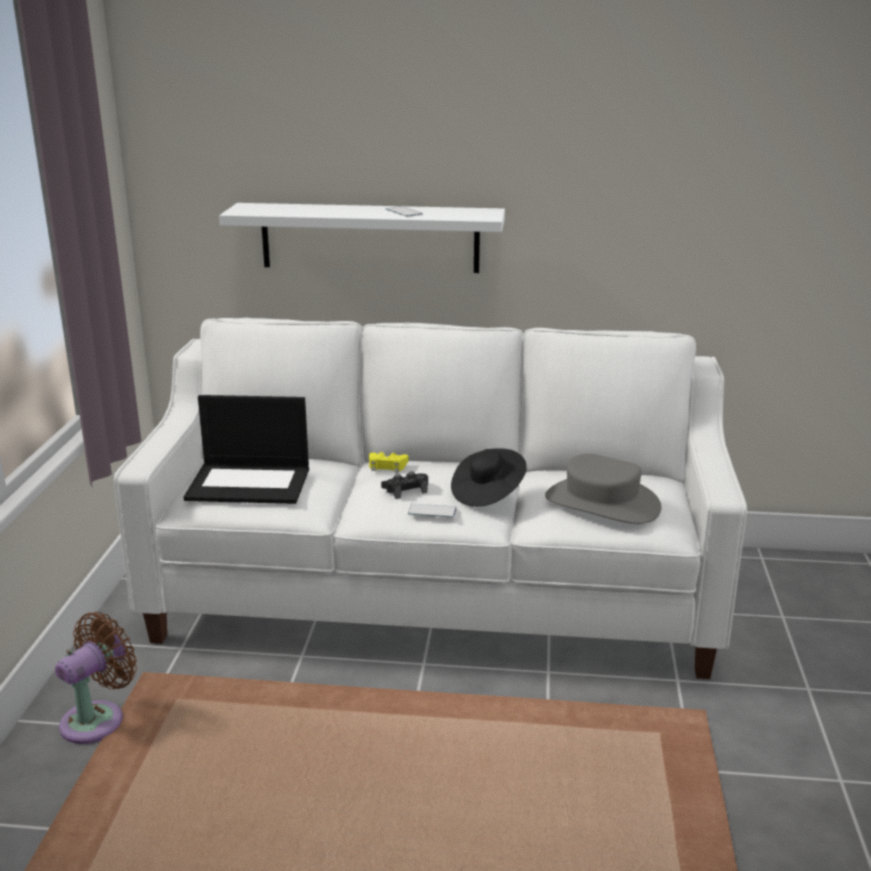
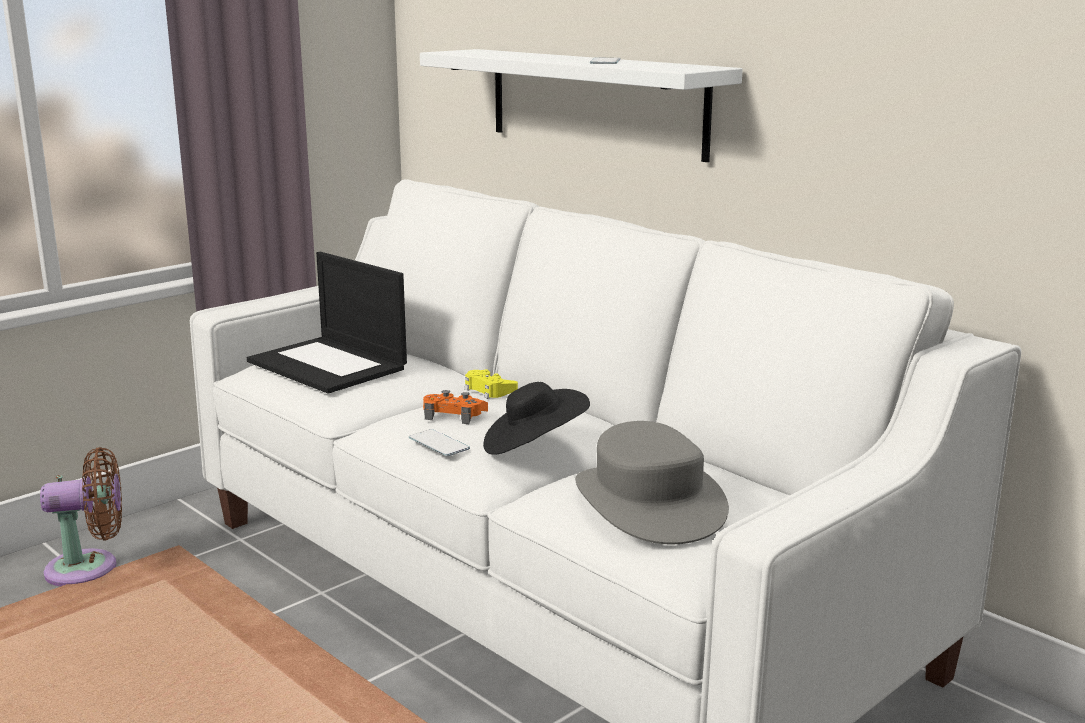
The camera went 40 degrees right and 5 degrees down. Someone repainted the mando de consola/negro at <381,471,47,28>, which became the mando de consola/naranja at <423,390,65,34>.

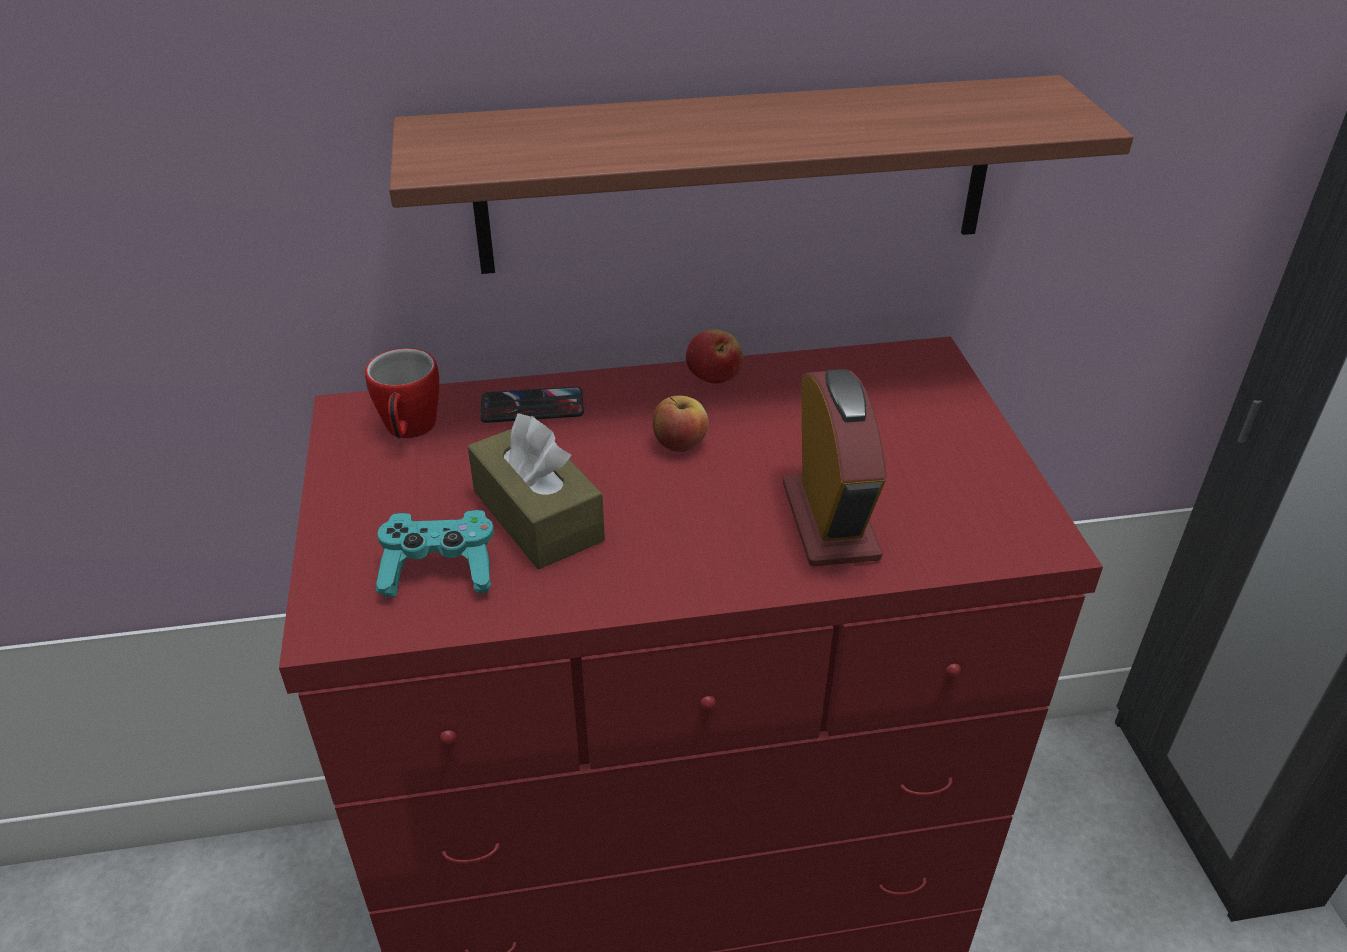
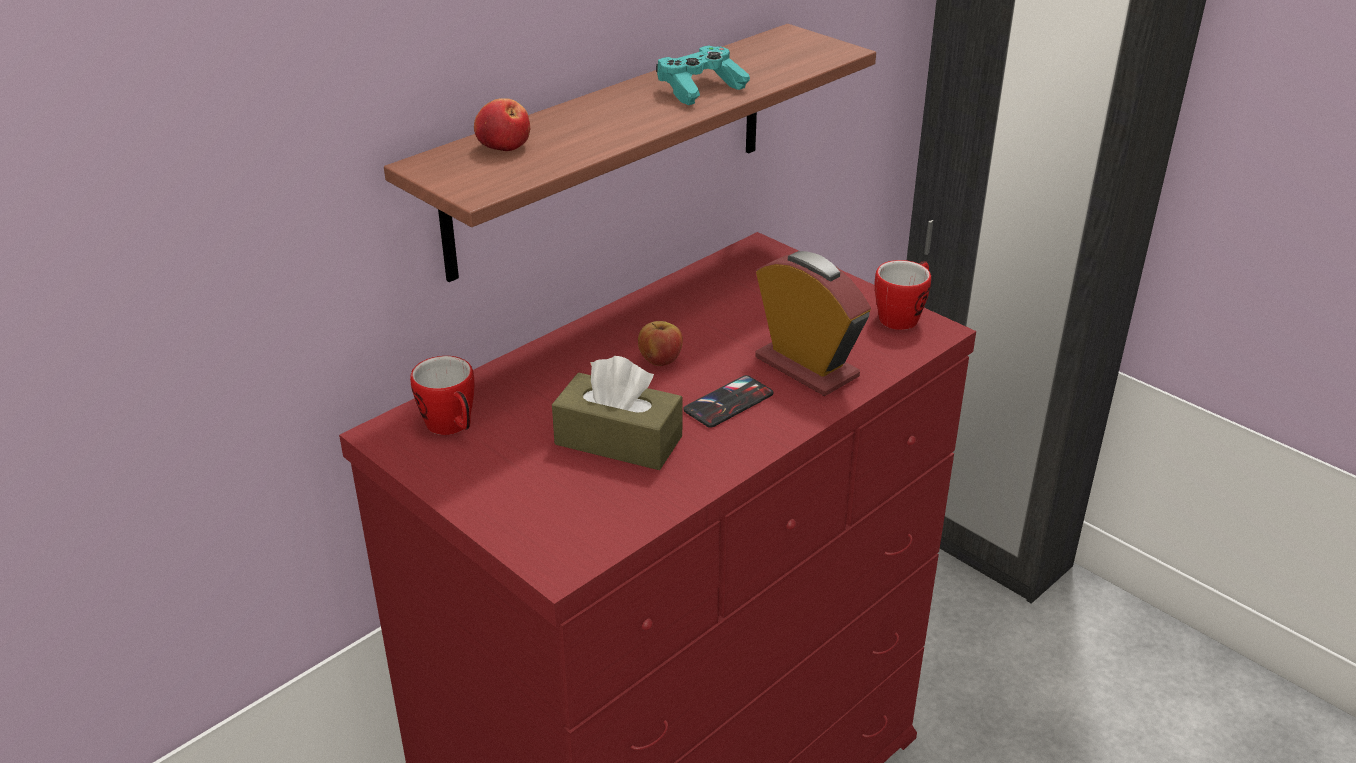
The camera went 35 degrees left and 5 degrees down. Someone carried the manzana from <686,329,57,55> to <474,98,56,53>. Someone carried the móvil from <481,387,103,36> to <683,375,91,53>. Someone carried the mando de consola/turquesa from <375,510,119,87> to <656,46,94,59>. Someone put down the taza grande at <874,260,57,70>.

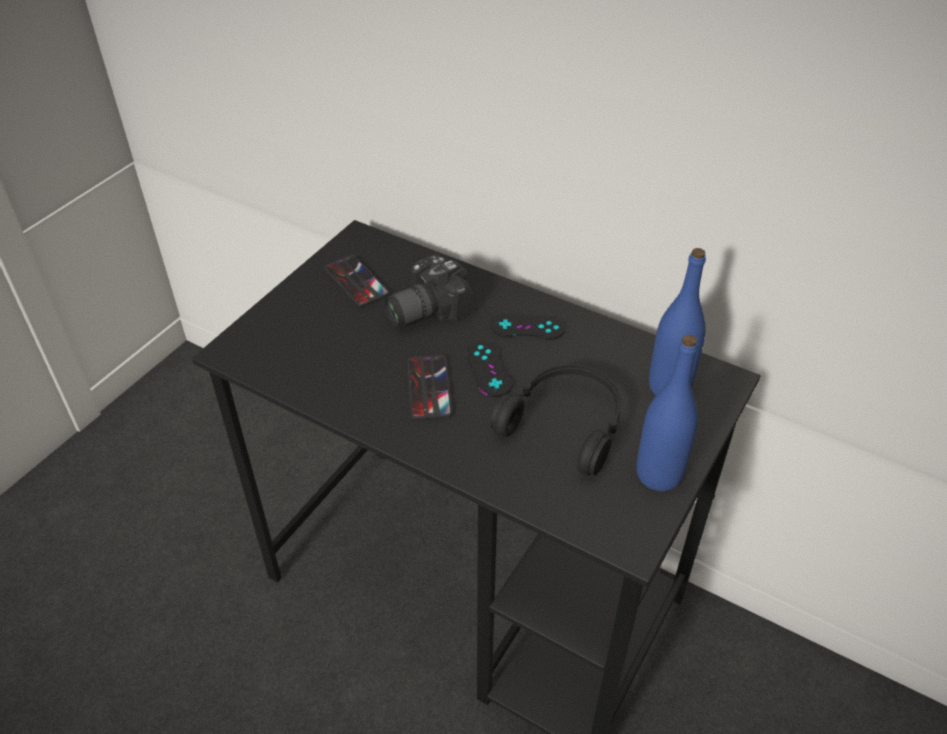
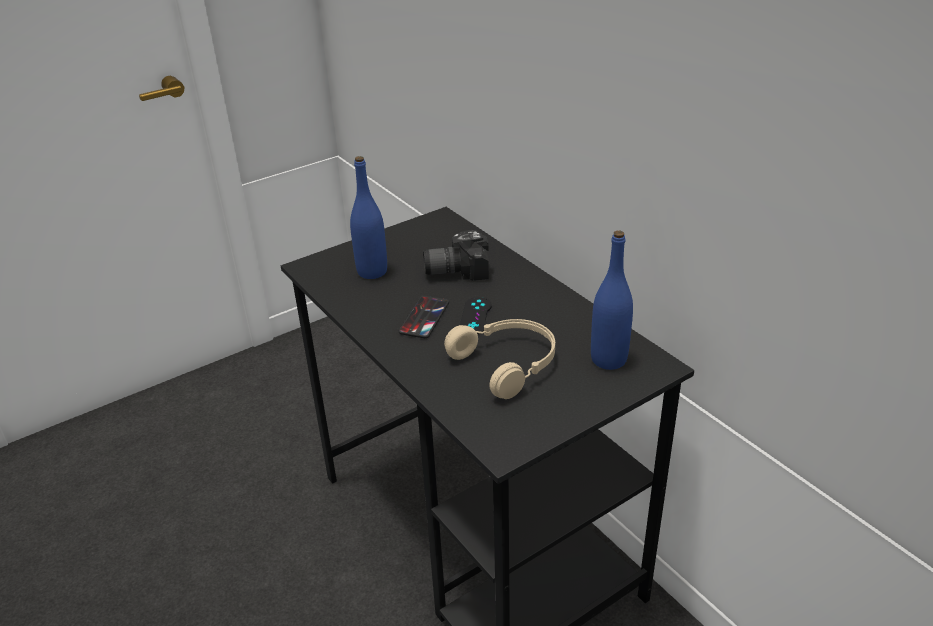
The camera went 25 degrees right and 10 degrees down. Someone took away the móvil at <324,255,65,52>. Someone took away the mando de consola/negro at <490,314,75,26>. Someone carried the botella/azul from <637,335,61,156> to <350,156,37,123>. Someone repainted the auriculares/negro at <490,364,132,112>, which became the auriculares/beis at <444,319,111,80>.

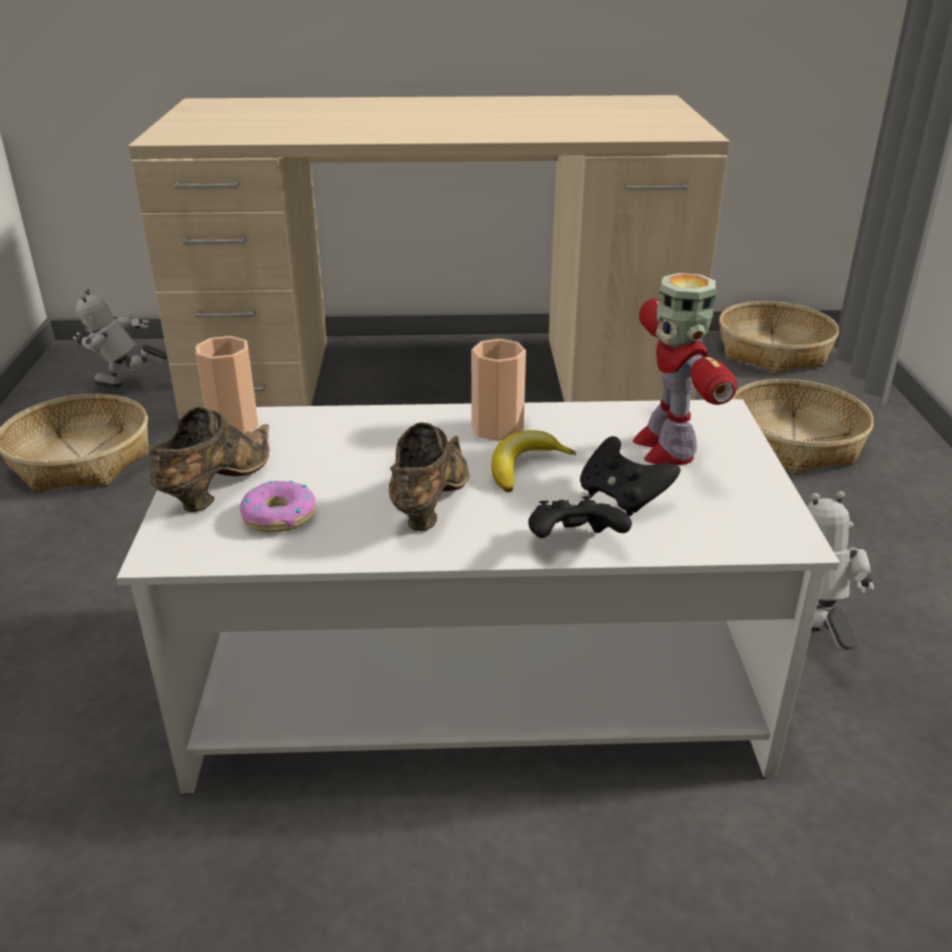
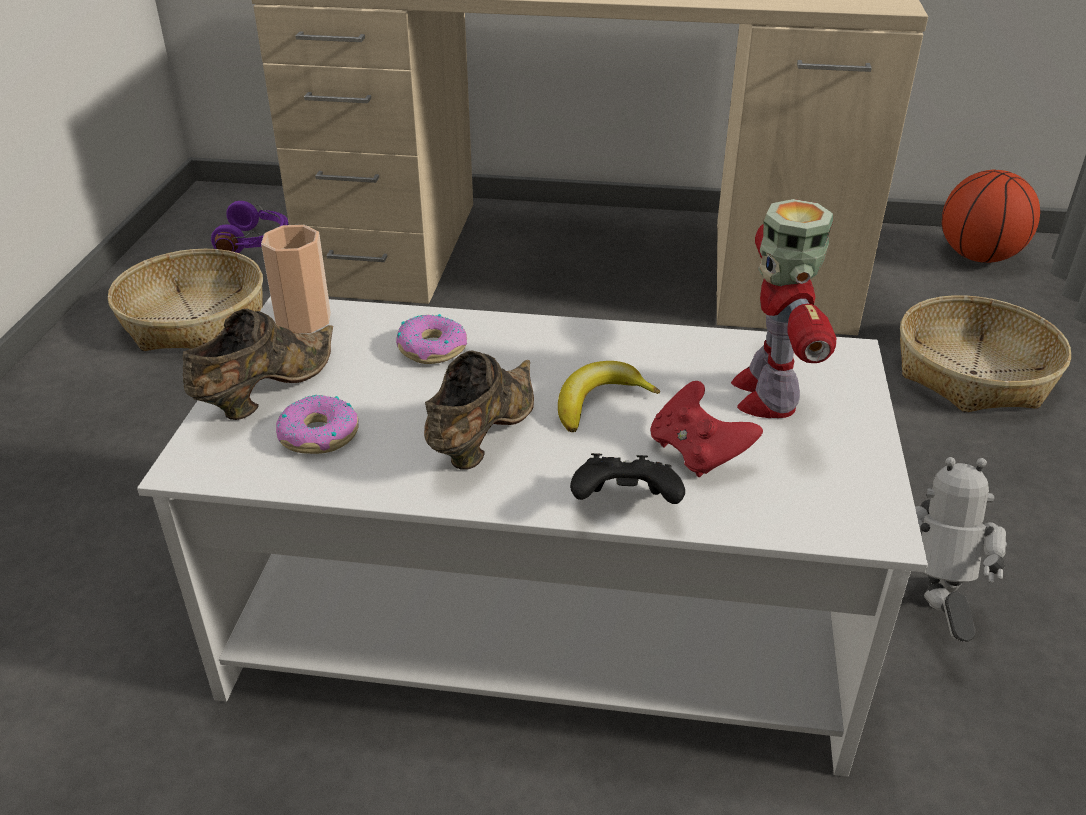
The camera went 10 degrees right and 5 degrees up. Someone swapped the robot de juguete at <73,288,95,100> for the auriculares/morado at <211,201,77,52>. Someone swapped the cesta at <719,301,120,73> for the balón de baloncesto at <942,170,98,93>. Someone took away the taza at <471,339,55,102>. Someone repainted the mando de consola/negro at <580,436,101,81>, which became the mando de consola/rojo at <650,381,113,97>. Someone put down the rosquilla at <396,314,71,50>.

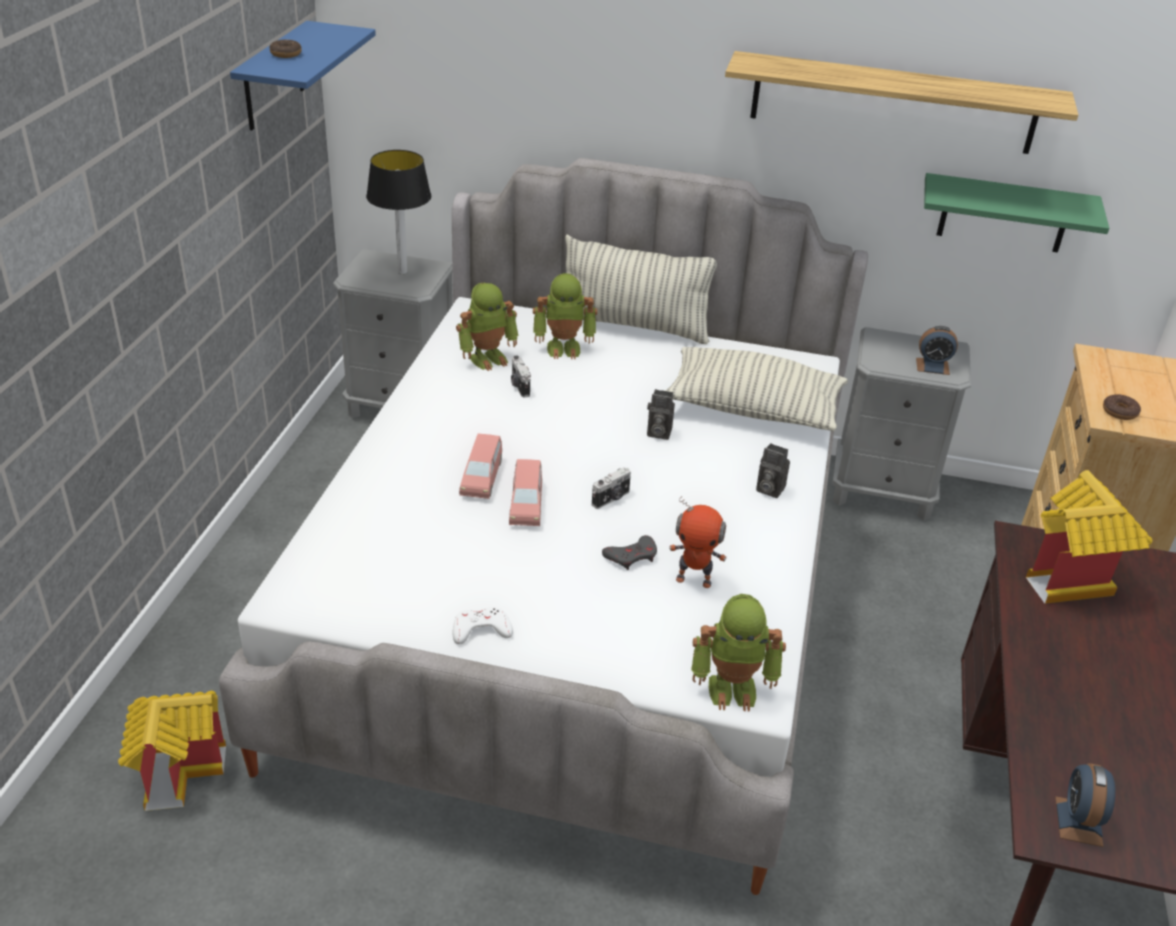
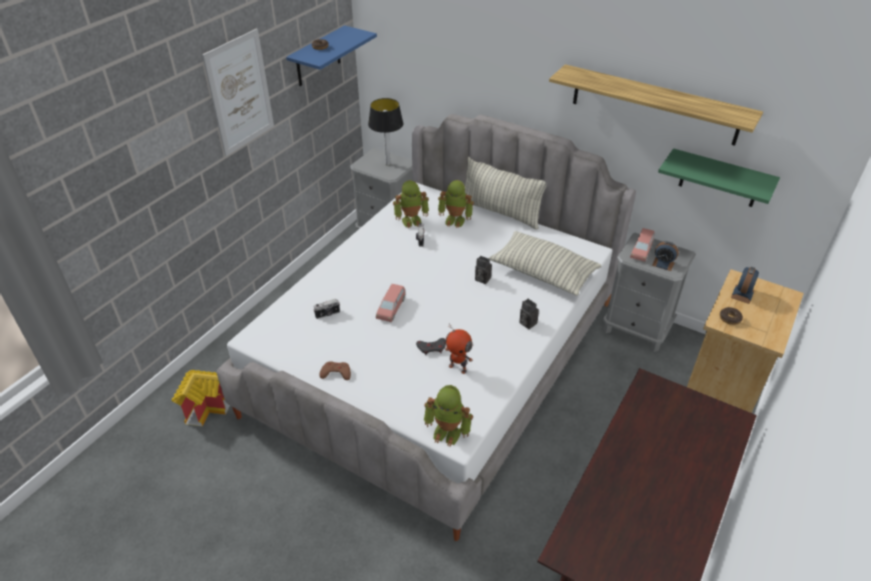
The camera went 20 degrees right and 5 degrees up. Someone carried the coche de juguete/rosa from <459,434,43,65> to <630,228,24,34>. Someone carried the cámara from <592,467,39,42> to <314,299,26,20>. Someone took away the casita at <1026,470,126,134>. Someone repainted the mando de consola/blanco at <453,607,60,37>, which became the mando de consola/marrón at <319,361,32,19>. Someone carried the despertador from <1055,763,61,84> to <731,267,28,37>. Someone put up the cuadro at <202,28,72,128>.

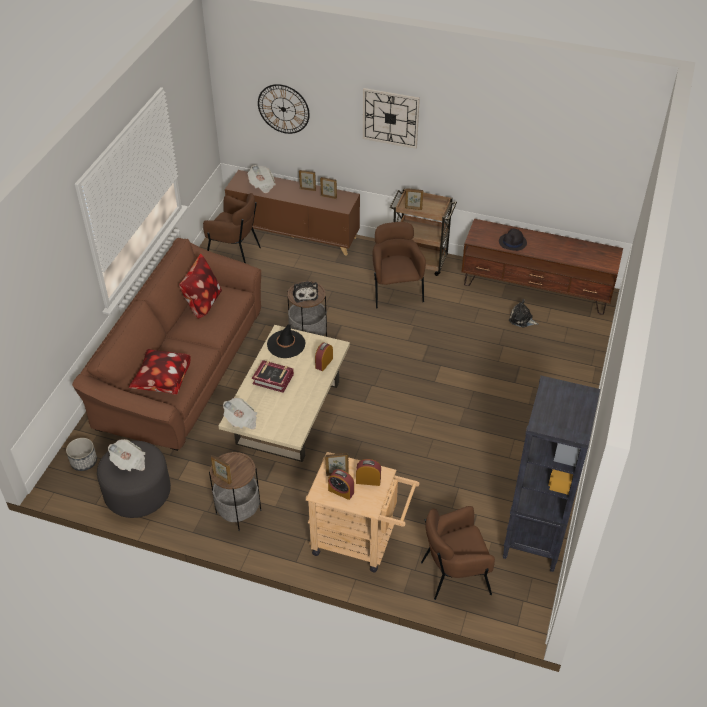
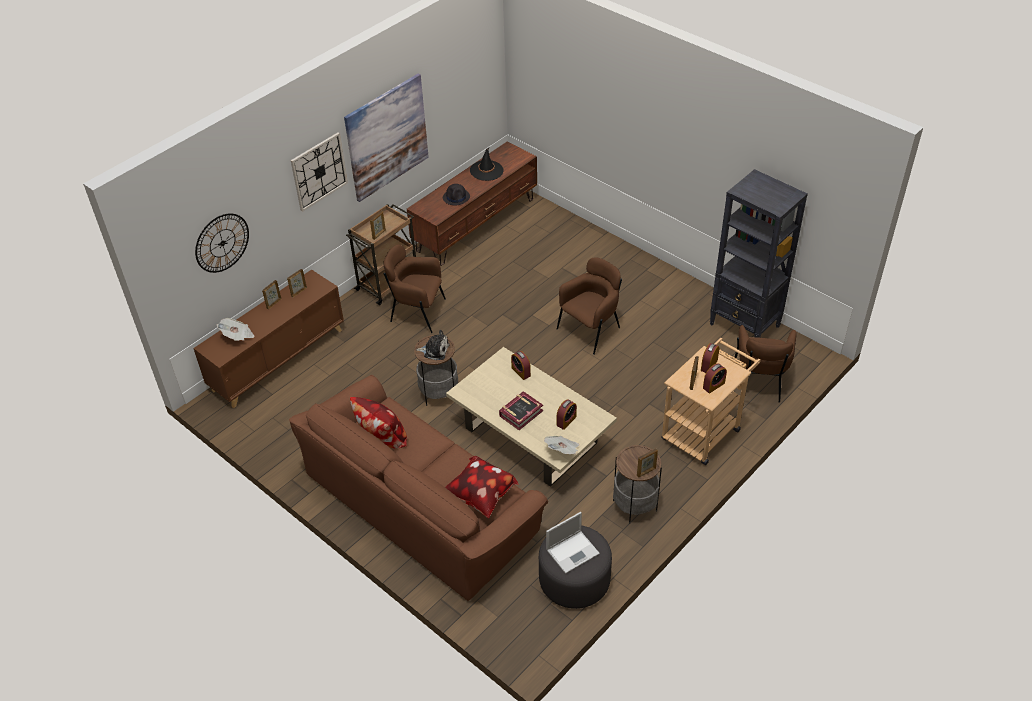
The camera went 65 degrees left and 0 degrees up. Someone carried the sillón/marrón from <203,193,58,70> to <557,258,65,97>. Someone took away the peluche at <509,299,30,28>. Someone carried the sombrero/negro from <267,324,38,34> to <470,148,33,33>. Someone took away the maceta at <66,438,31,33>. Someone swapped the periódico at <108,439,37,32> for the portátil at <546,512,54,62>. Someone put up the cuadro at <344,74,85,128>. Someone put down the despertador at <557,399,20,31>.

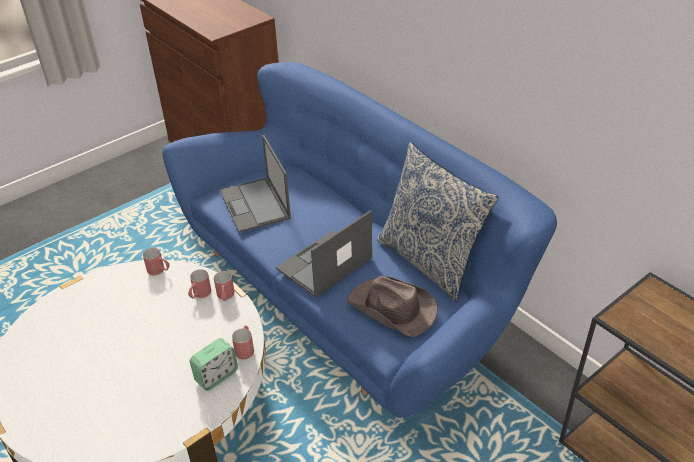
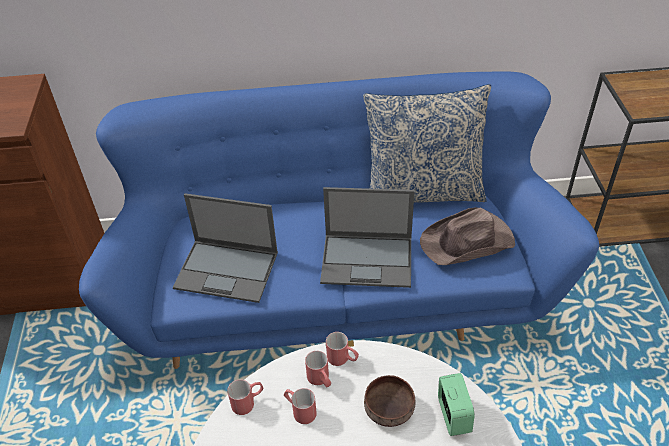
The camera went 55 degrees left and 5 degrees up. Someone rotated the portátil at <276,210,96,87> by 75 degrees counterclockwise. Someone carried the taza grande/rojo from <232,325,22,35> to <284,388,33,36>. Someone put down the cuenco/marrón at <364,375,51,52>.

